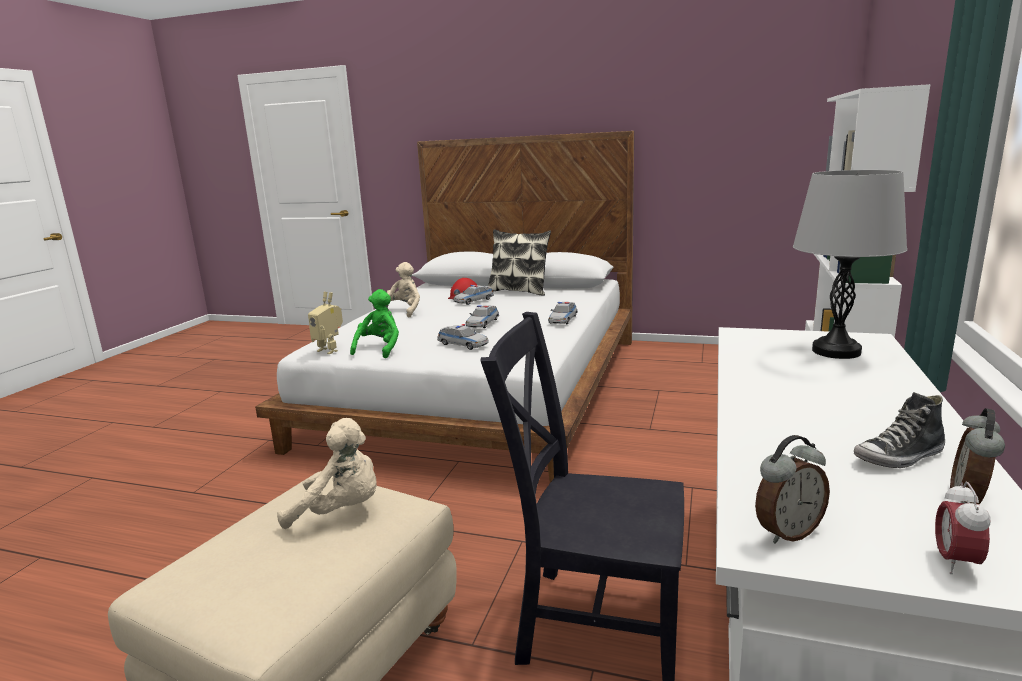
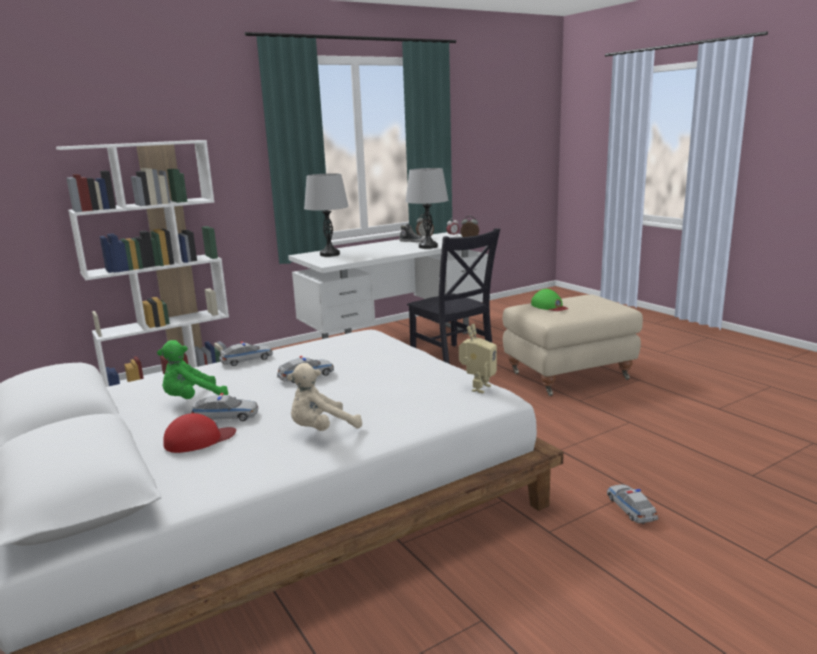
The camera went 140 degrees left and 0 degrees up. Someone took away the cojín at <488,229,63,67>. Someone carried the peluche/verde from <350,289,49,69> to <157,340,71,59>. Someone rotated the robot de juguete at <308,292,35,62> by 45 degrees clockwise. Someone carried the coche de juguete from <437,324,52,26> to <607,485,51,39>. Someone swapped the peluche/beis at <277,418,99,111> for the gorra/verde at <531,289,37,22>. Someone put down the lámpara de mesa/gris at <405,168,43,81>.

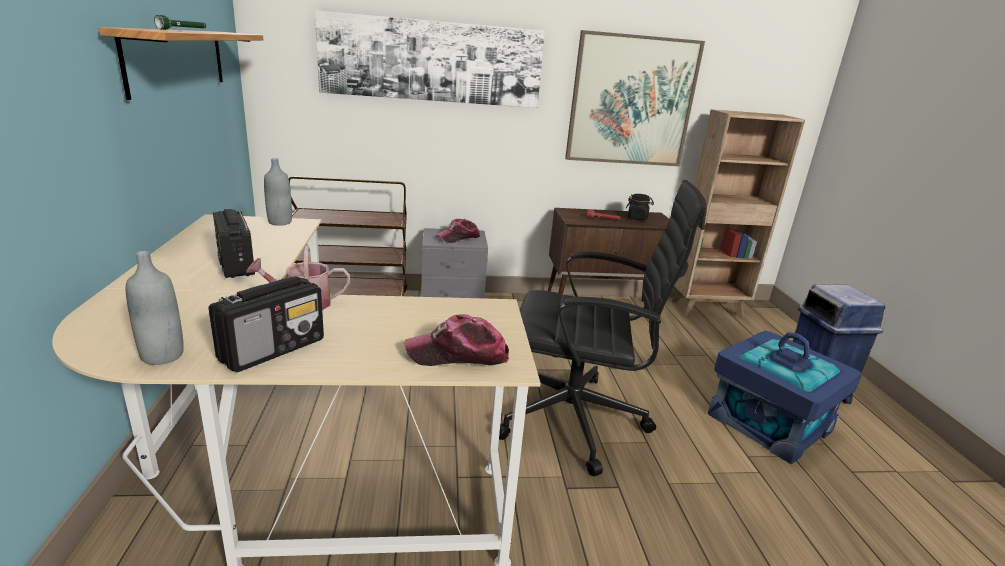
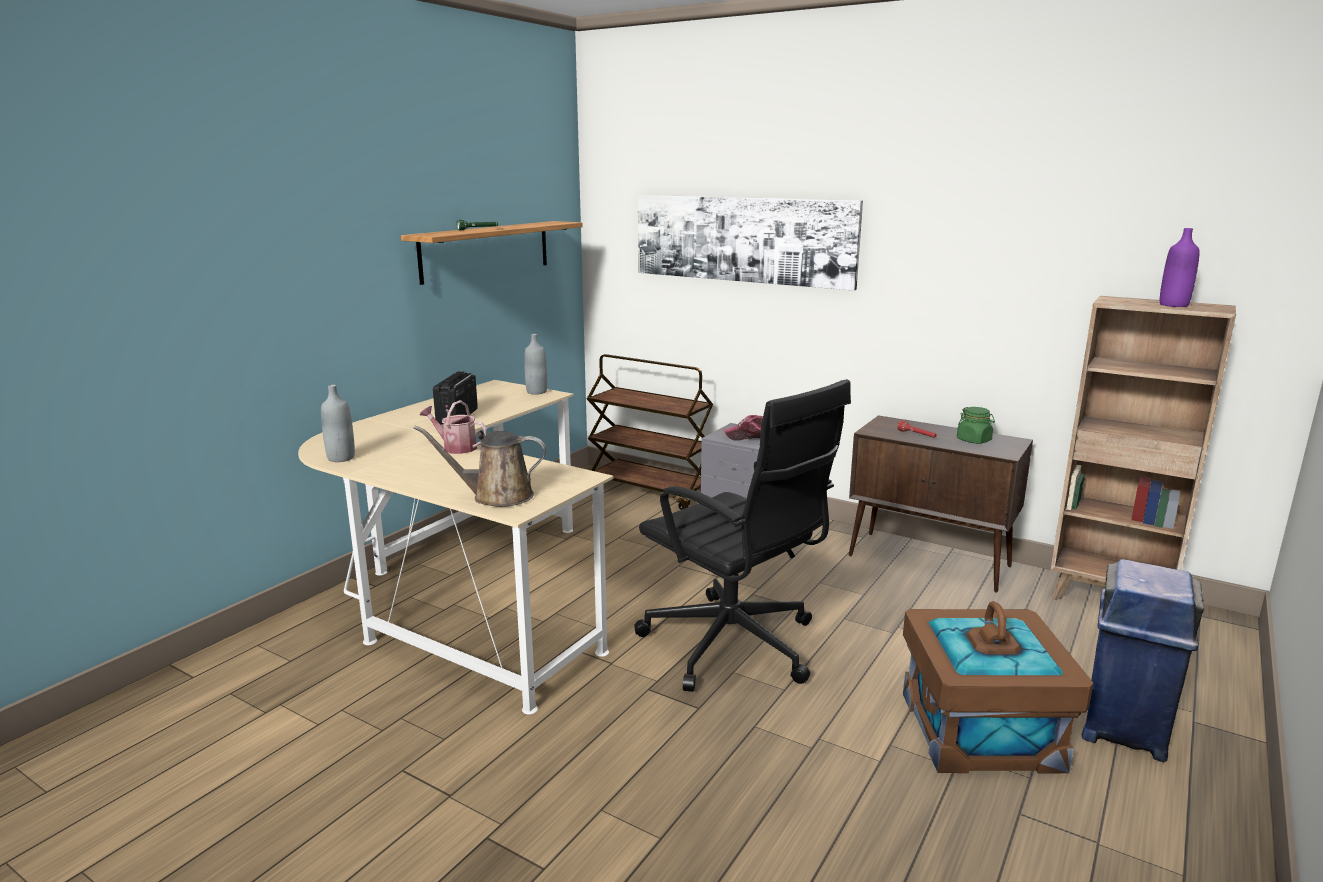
The camera went 40 degrees right and 5 degrees down. Someone took away the cuadro at <565,30,140,136>. Someone repainted the tarro/negro at <626,194,28,26>, which became the tarro/verde at <957,407,38,37>. Someone took away the radio at <208,276,116,97>. Someone swapped the gorra at <405,314,104,52> for the regadera/marrón at <414,426,132,81>. Someone repainted the caja de almacenaje/azul at <707,331,155,133>, which became the caja de almacenaje/marrón at <903,601,190,172>. Someone put down the botella/morado at <1160,228,40,79>.

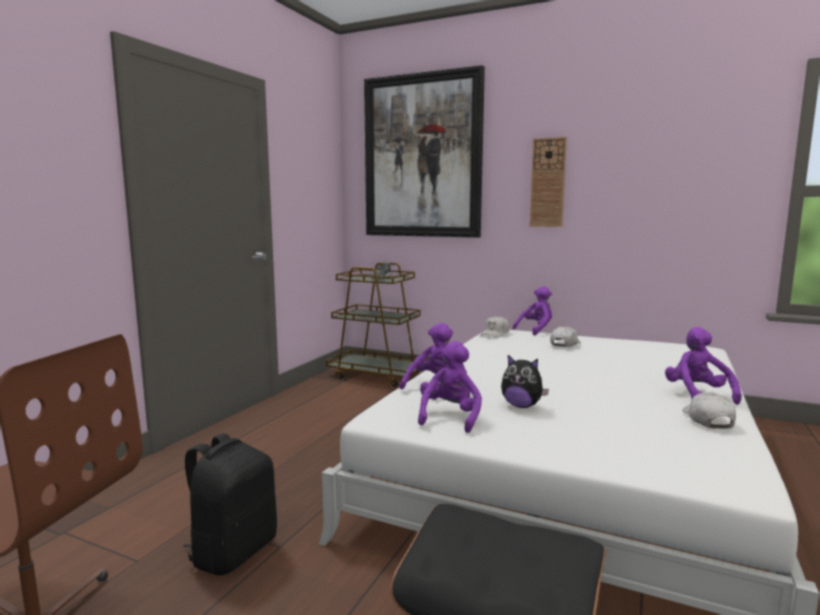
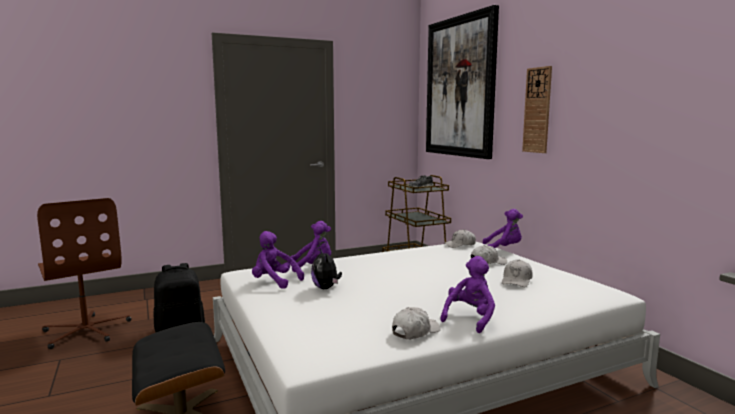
The camera went 40 degrees right and 0 degrees up. Someone rotated the peluche/morado at <418,341,64,92> by 120 degrees counterclockwise. Someone put down the gorra/blanco at <502,260,31,27>.

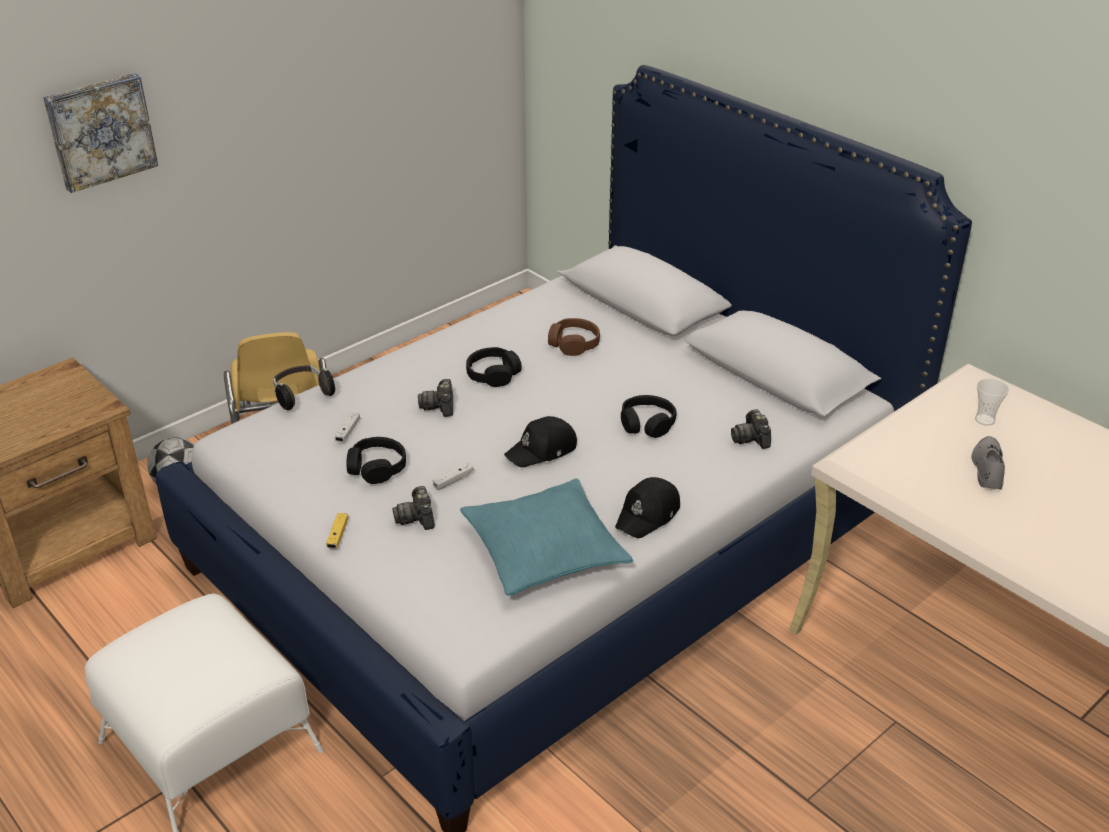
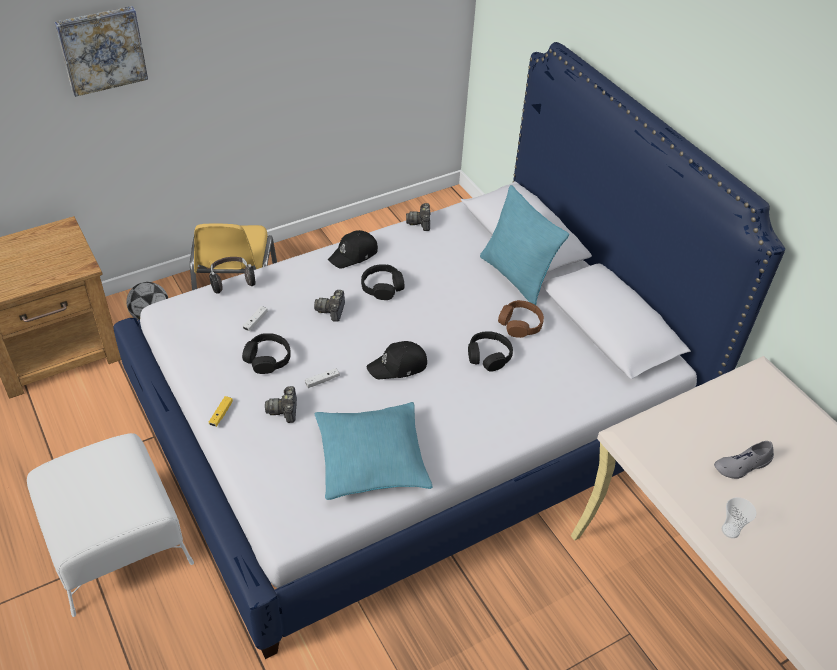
The camera went 10 degrees right and 10 degrees up. Someone carried the auriculares/marrón from <548,318,52,38> to <498,300,46,38>. Someone carried the taza from <975,378,35,48> to <722,497,34,41>. Someone carried the cámara from <731,409,40,40> to <406,203,24,28>. Someone rotated the zapato/gris at <971,436,34,53> by 135 degrees counterclockwise. Someone carried the gorra/negro from <615,477,65,61> to <328,230,50,39>. Someone put down the cojín/turquesa at <480,185,89,120>.

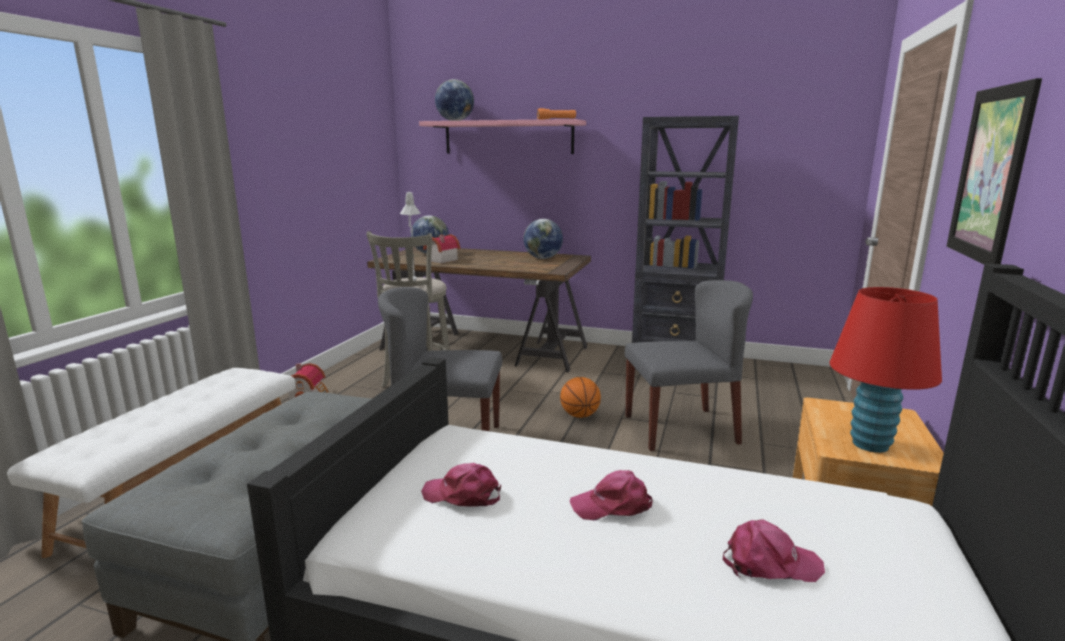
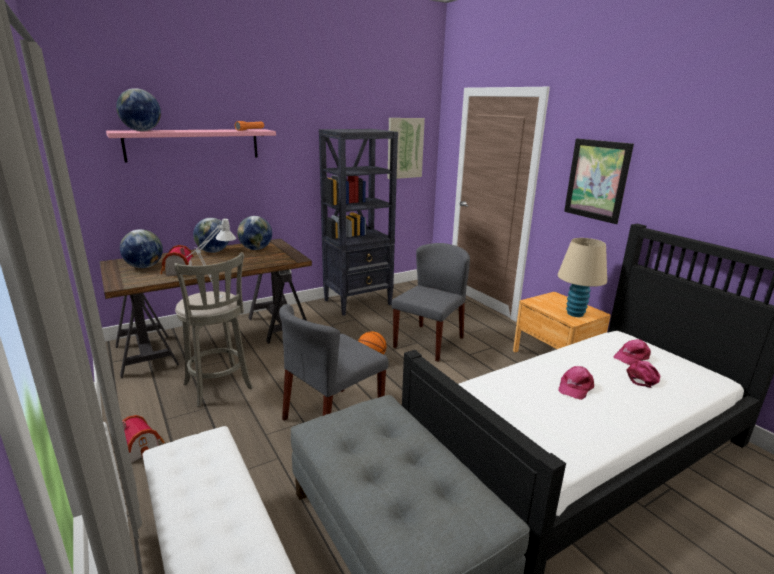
The camera went 50 degrees left and 5 degrees up. Someone repainted the lámpara de mesa/rojo at <830,287,112,166>, which became the lámpara de mesa/beis at <557,238,50,79>. Someone carried the gorra/rosa from <421,463,80,44> to <613,339,38,26>. Someone put up the cuadro at <387,118,38,61>. Someone put down the globo terráqueo at <193,218,36,35>.

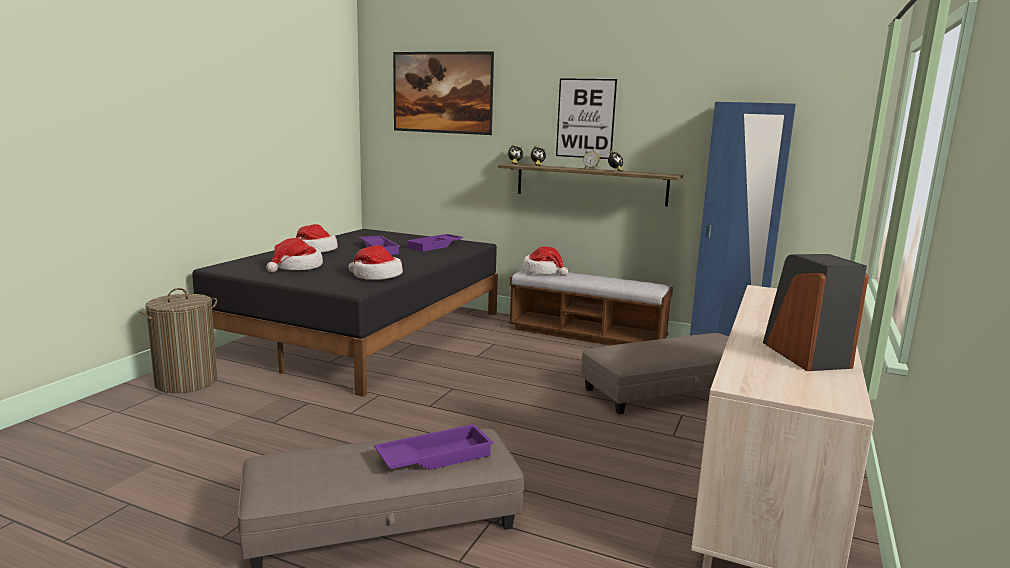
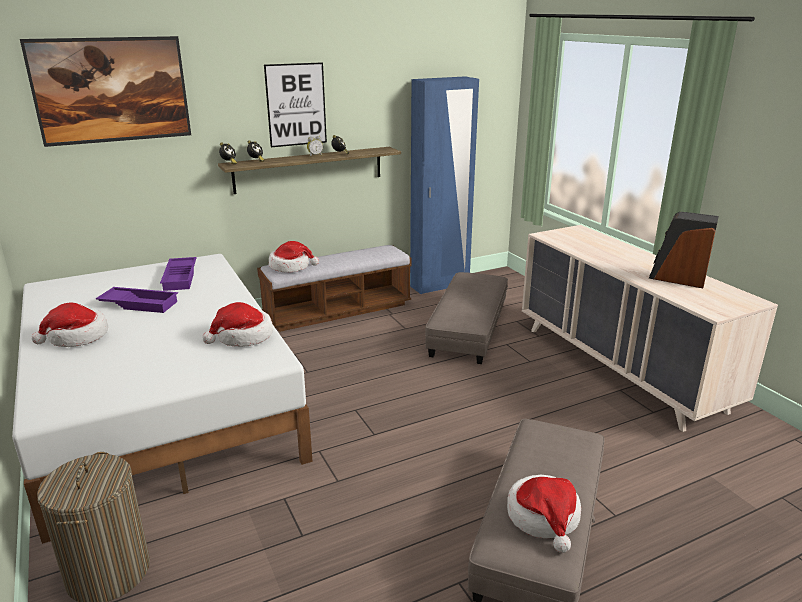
The camera went 50 degrees left and 10 degrees up. Someone repainted the cama/negro at <192,229,306,168>, which became the cama/blanco at <12,254,301,290>. Someone carried the sombrero from <266,238,57,34> to <507,475,74,78>. Someone took away the bandeja/morado at <374,424,120,46>.

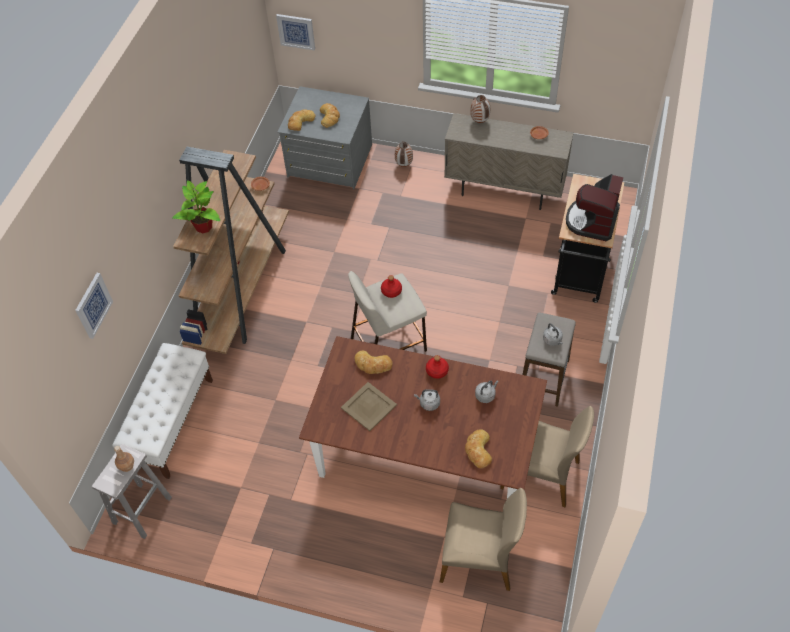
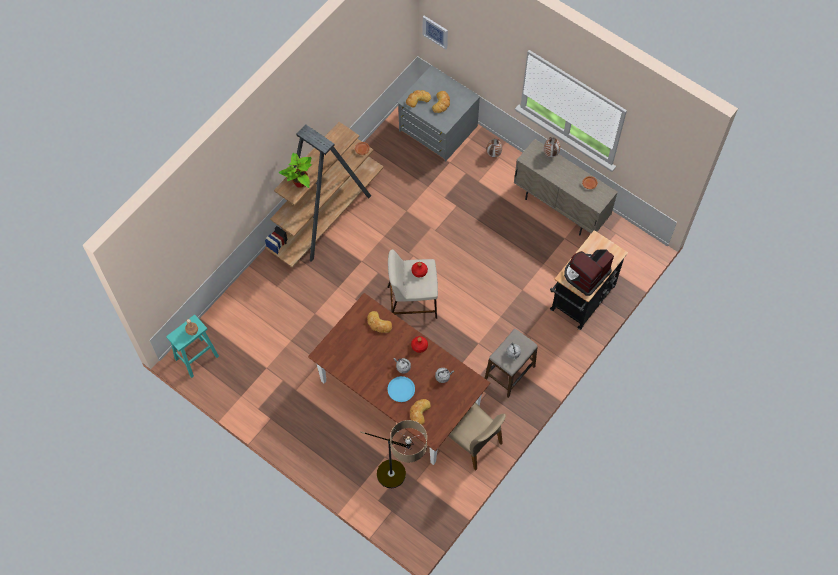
The camera went 20 degrees right and 10 degrees up. Someone took away the cuadro at <75,273,38,66>. Someone took away the banco/blanco at <112,343,101,136>. Someone took away the bandeja/beis at <341,382,56,49>. Someone repainted the taburete/blanco at <92,444,80,95>, which became the taburete/turquesa at <166,315,53,63>. Someone swapped the silla/beis at <440,488,87,103> for the lámpara de pie at <360,420,67,68>. Someone put down the plato/azul at <388,376,27,26>.

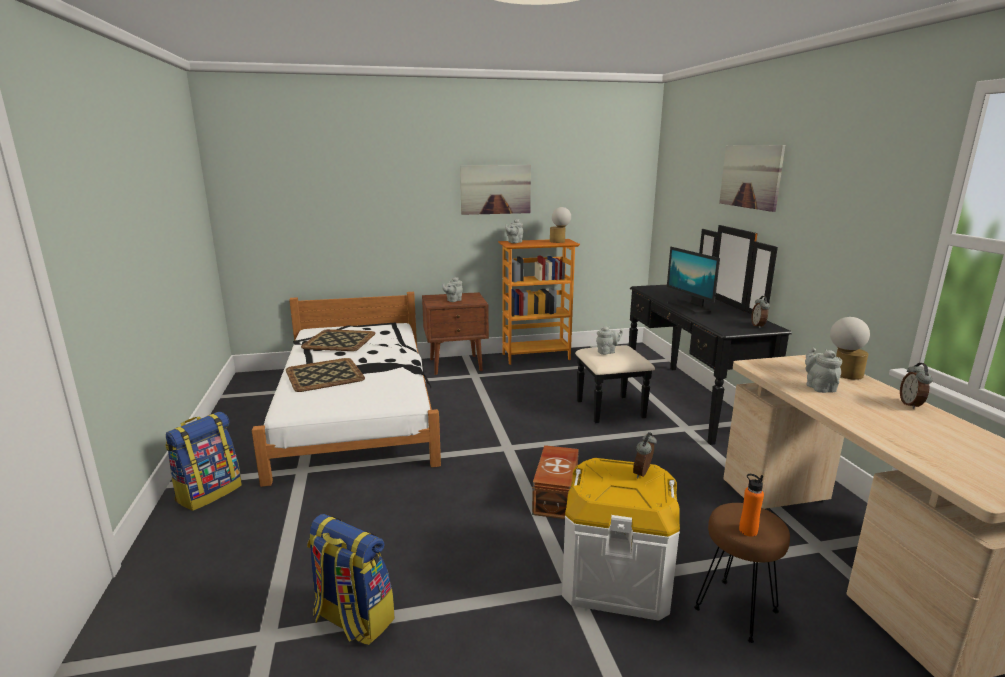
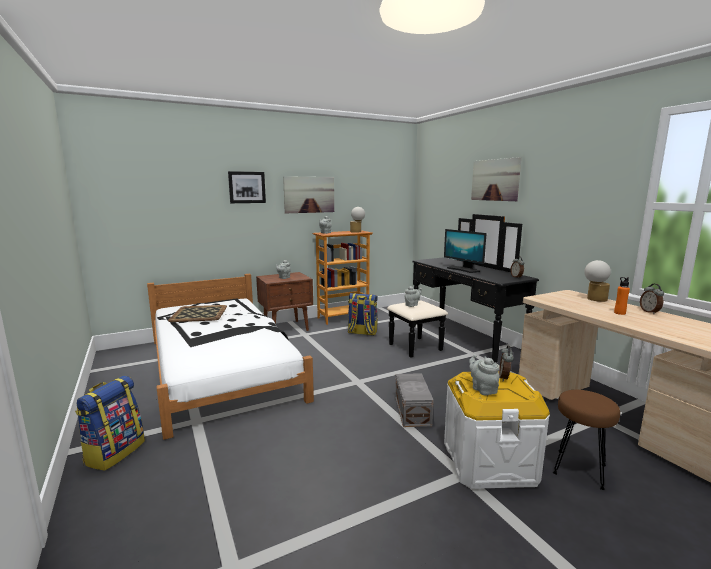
The camera went 15 degrees left and 5 degrees down. Someone carried the tetera/gris from <805,348,37,45> to <469,354,31,41>. Someone took away the bandeja at <286,358,79,34>. Someone repainted the caja de almacenaje/marrón at <532,445,47,74>, which became the caja de almacenaje/gris at <395,373,39,54>. Someone carried the botella/naranja from <739,474,25,63> to <614,277,16,38>. Someone carried the mochila from <307,514,88,131> to <348,293,30,43>. Someone put up the cuadro at <228,171,38,32>.

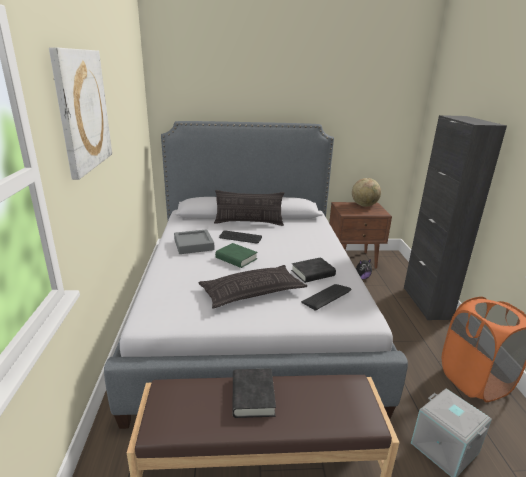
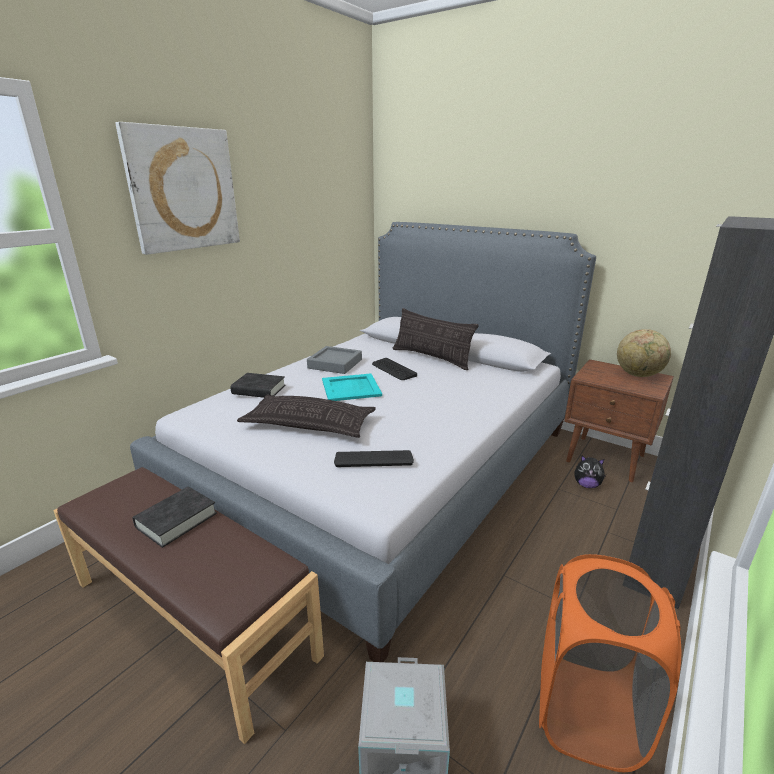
The camera went 40 degrees right and 0 degrees up. Someone swapped the libro/verde at <215,243,42,25> for the bandeja/turquesa at <322,373,60,28>. Someone carried the libro/negro from <291,257,45,26> to <231,373,55,25>.

